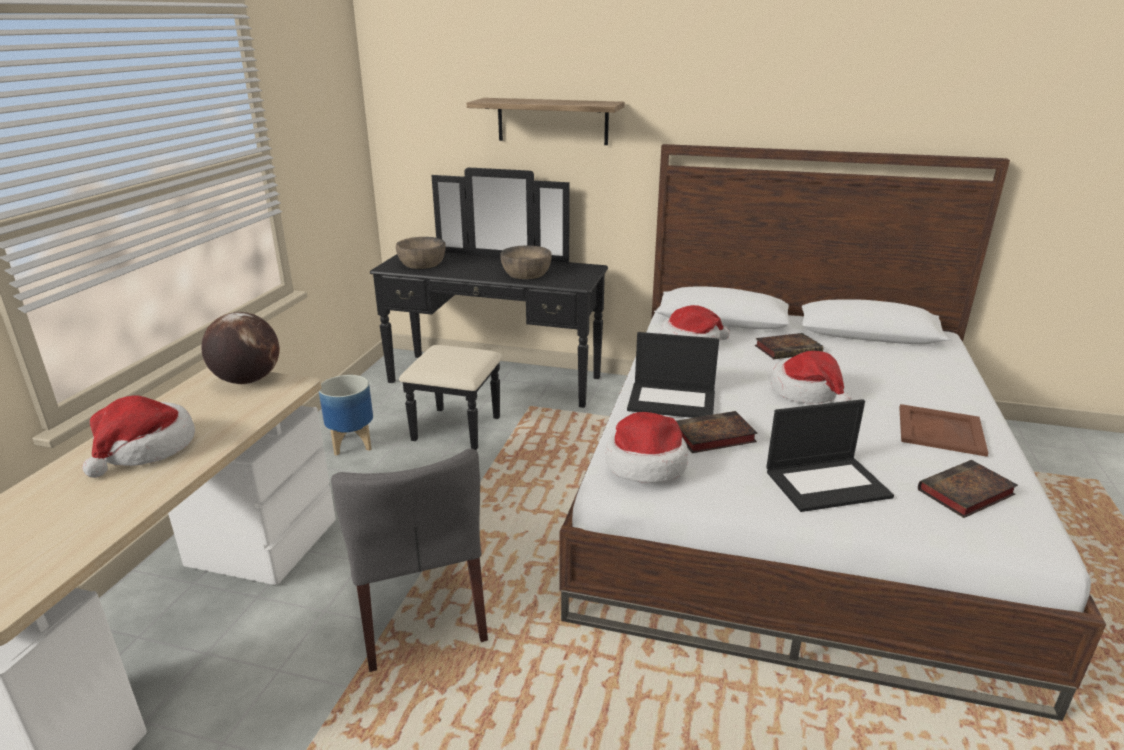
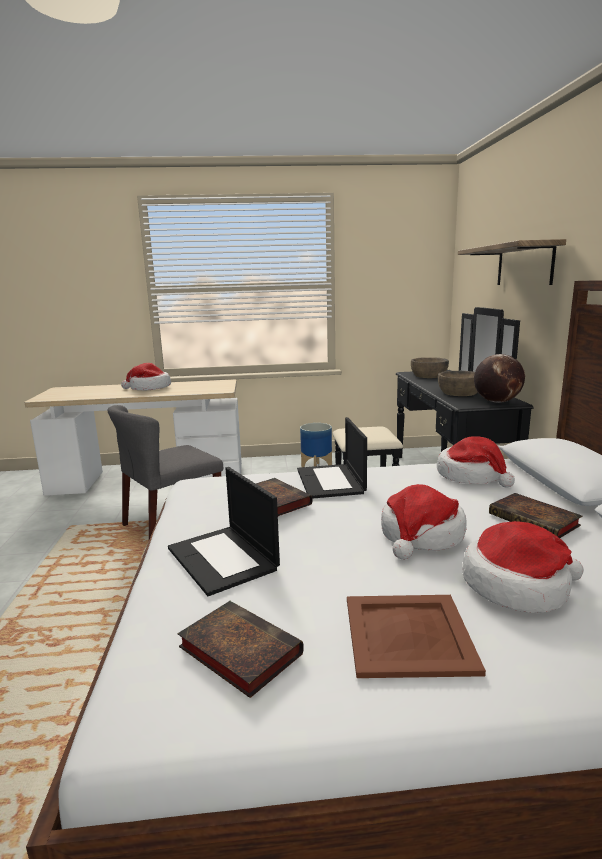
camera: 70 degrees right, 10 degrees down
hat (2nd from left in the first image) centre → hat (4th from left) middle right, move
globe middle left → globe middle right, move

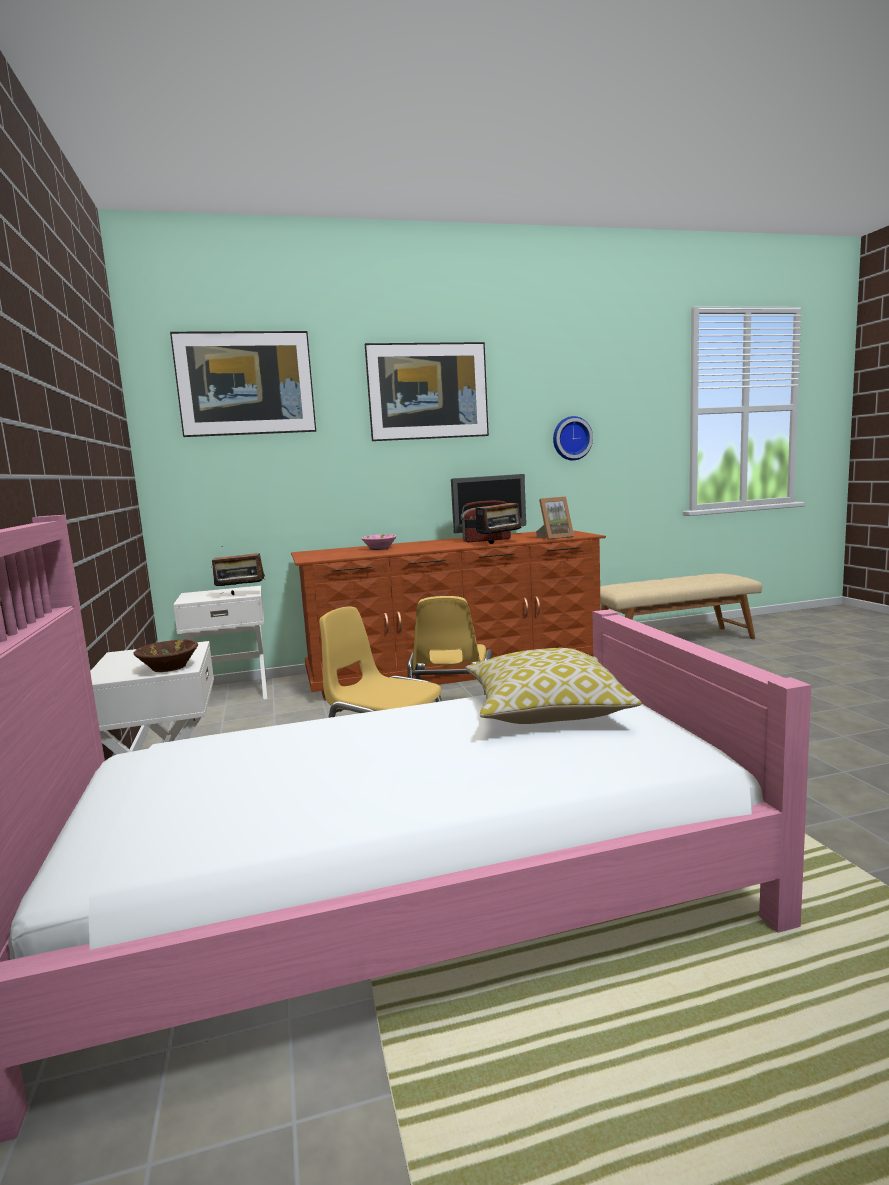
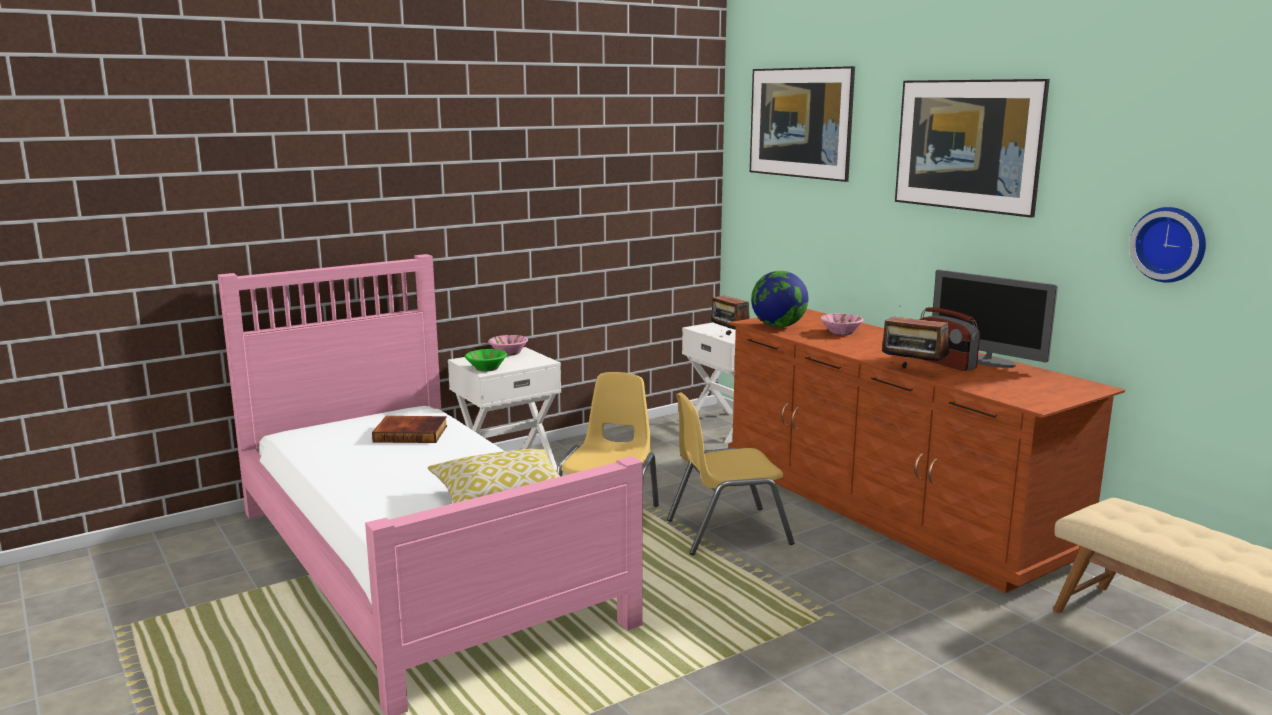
camera: 70 degrees right, 5 degrees up
- → book middle left
brown bowl middle left → green bowl centre
- → pink bowl (1st from left) centre
- → globe centre
picture frame centre → -

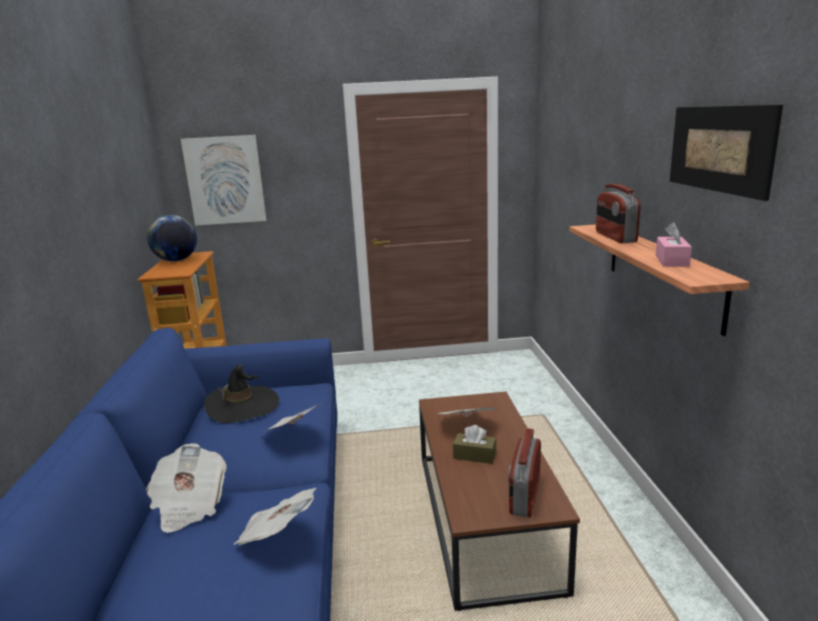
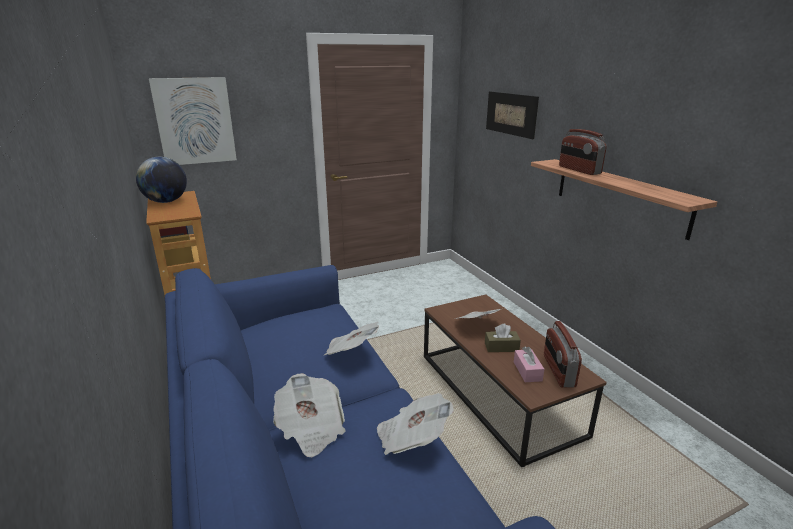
camera: 20 degrees left, 5 degrees up
picture (2nd from left) top right → picture (2nd from left) top centre, move
pink tissue box middle right → pink tissue box bottom right, move
black hat middle left → -

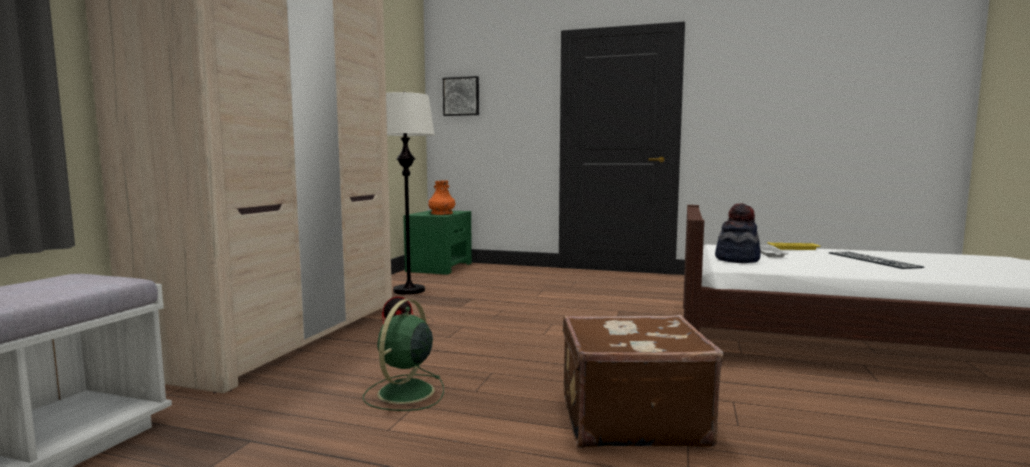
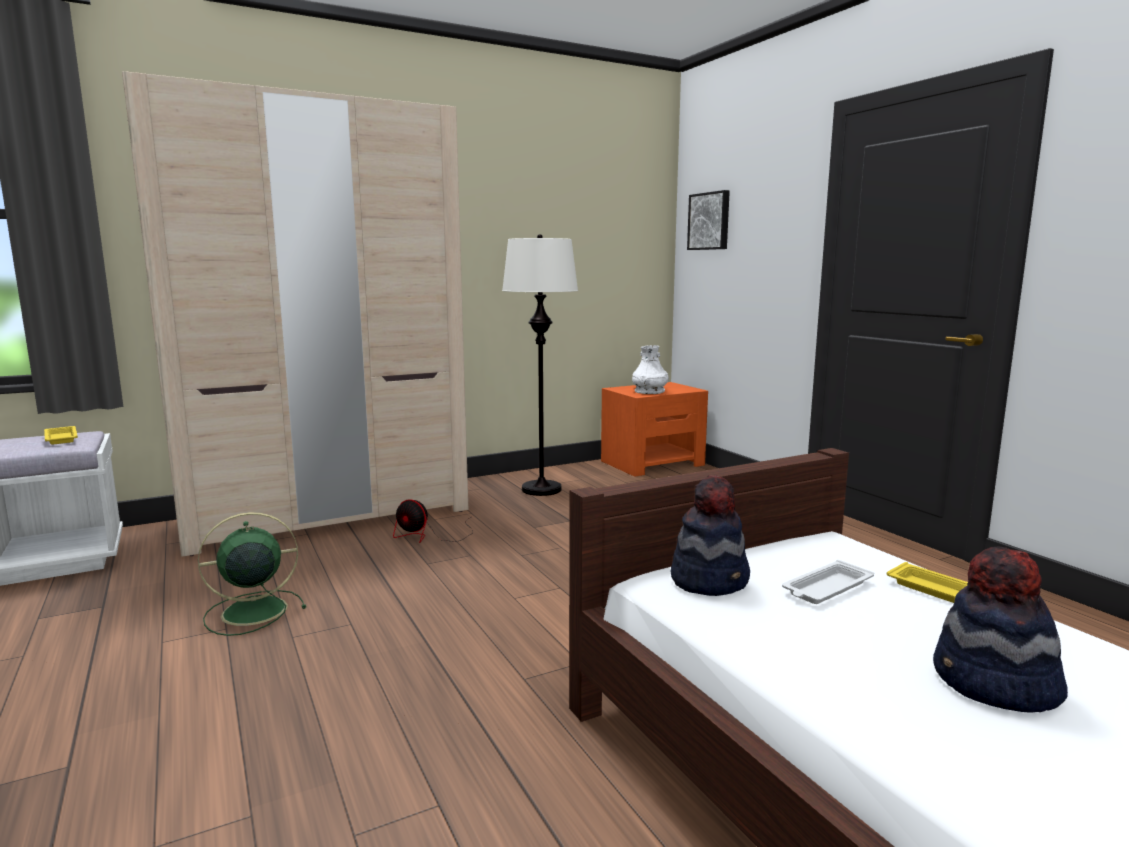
camera: 45 degrees right, 5 degrees up
- → yellow tray (1st from left) middle left
green nightstand centre → orange nightstand centre
orange vase centre → white vase centre
keyboard middle right → hat (2nd from left) bottom right
brown suitcase bottom centre → -

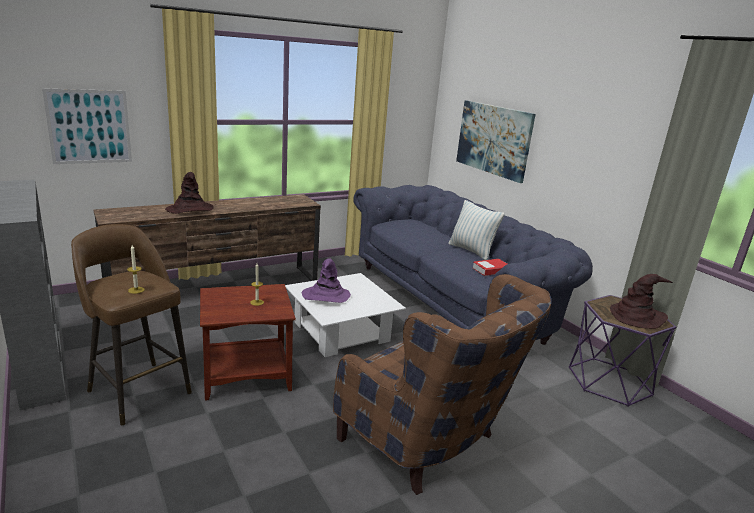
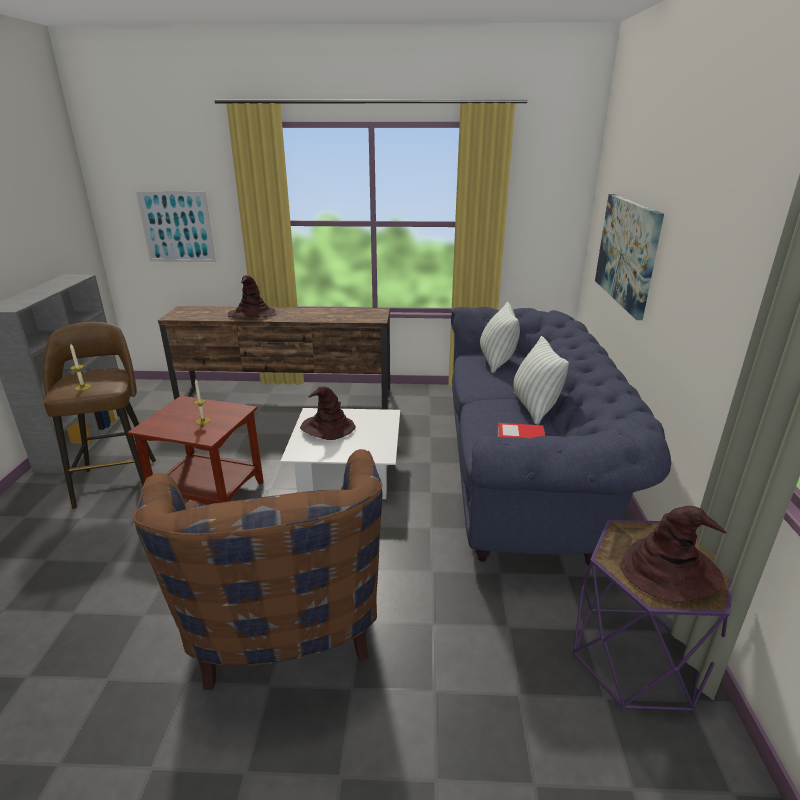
camera: 35 degrees right, 5 degrees up
purple hat centre → brown hat (2nd from left) centre
- → pillow (1st from left) centre

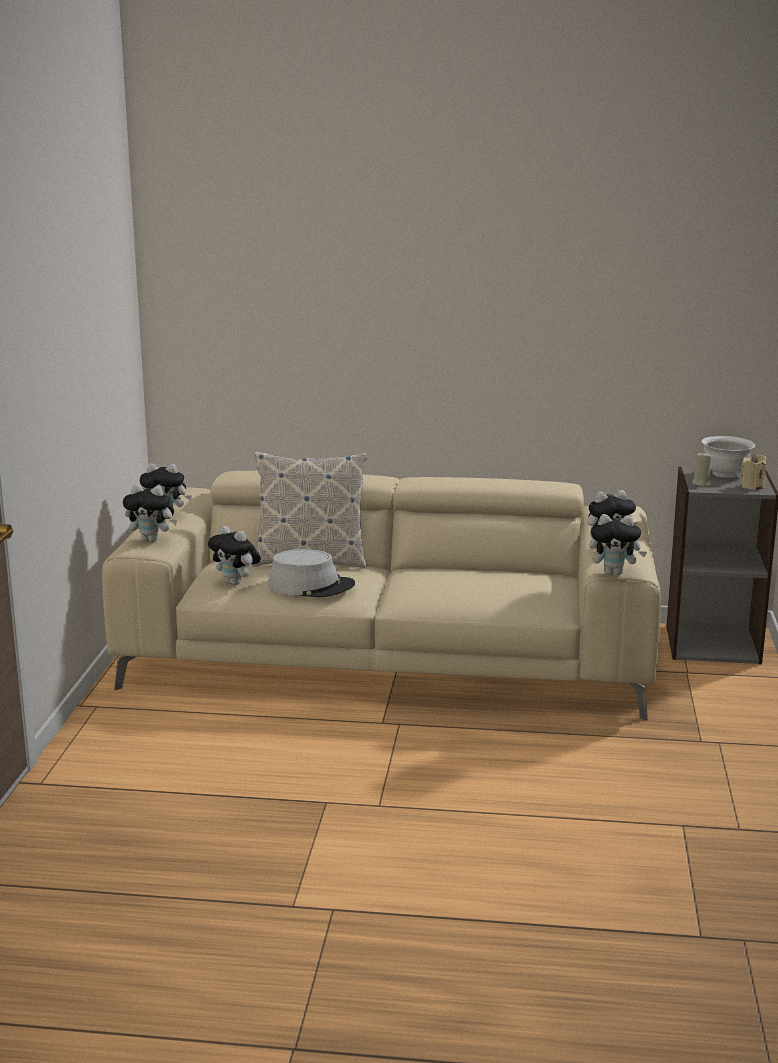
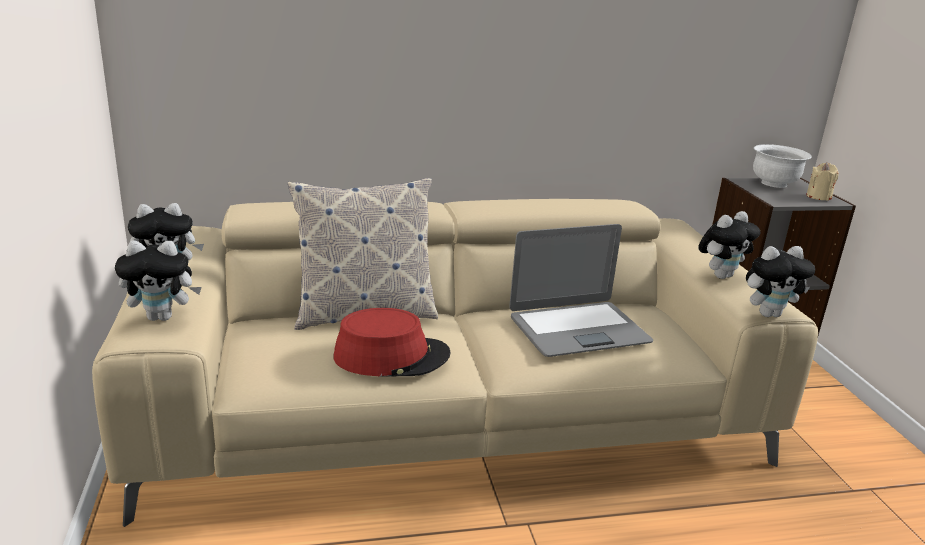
camera: 20 degrees left, 5 degrees up
grey hat centre → red hat centre
- → laptop centre
plush toy (3rd from left) middle left → -
beige candle (1st from left) middle right → -

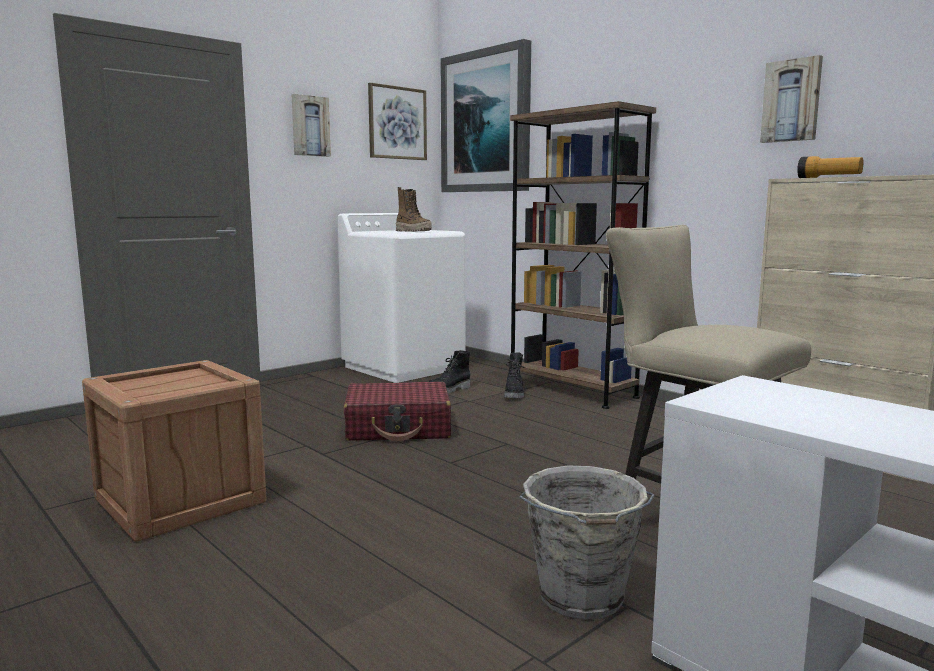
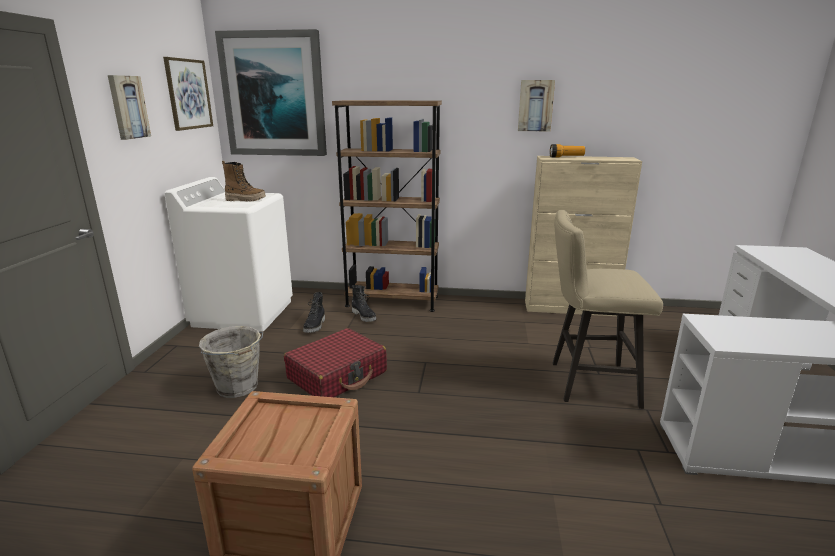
camera: 40 degrees left, 10 degrees up
grey bucket bottom centre → grey bucket middle left, move

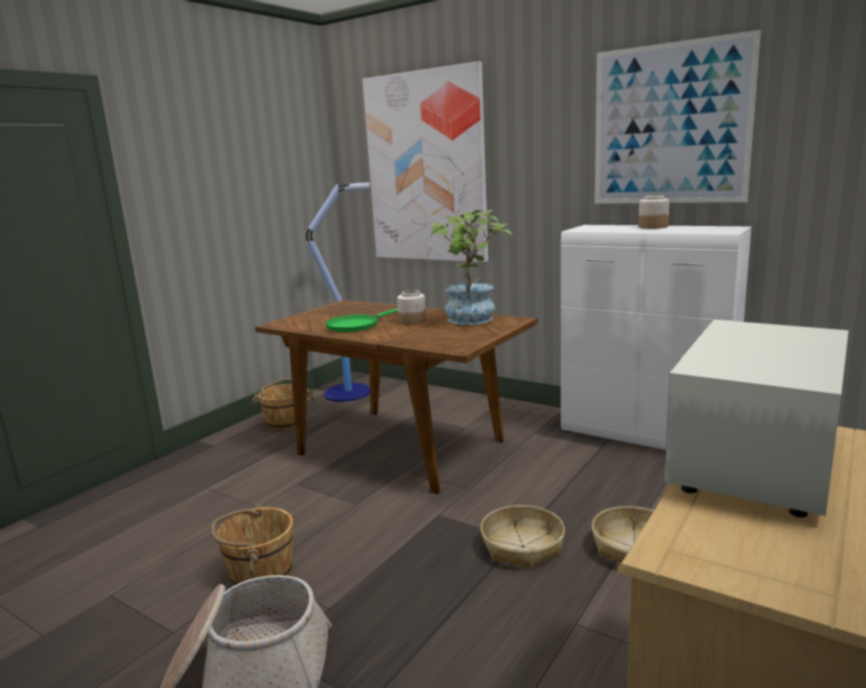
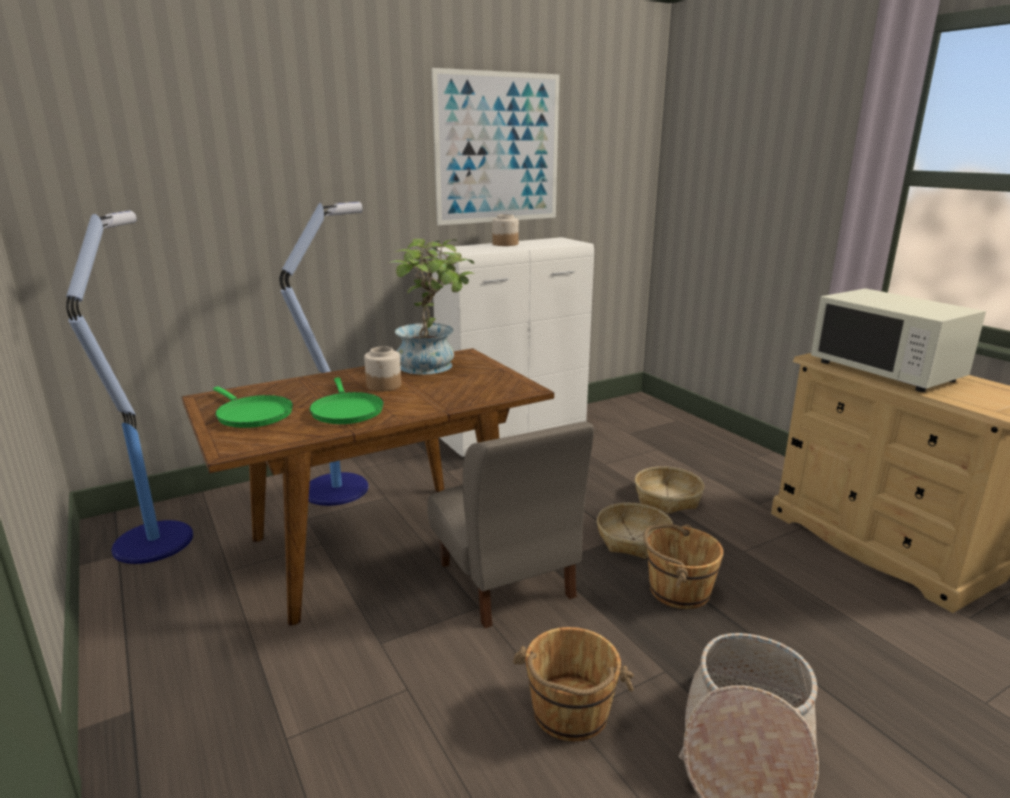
camera: 65 degrees left, 5 degrees up
- → green frying pan (1st from left) middle left
- → floor lamp (2nd from left) middle left
- → grey chair centre
brown bucket (2nd from left) middle left → brown bucket (2nd from left) bottom right, move
picture (1st from left) top centre → -

